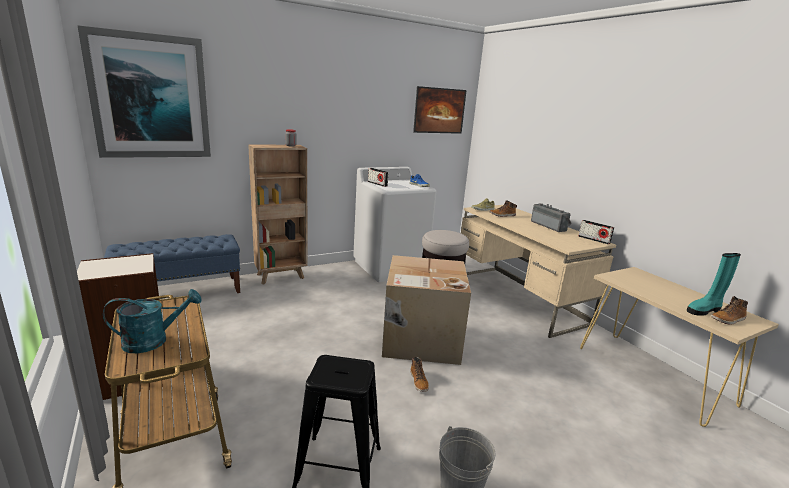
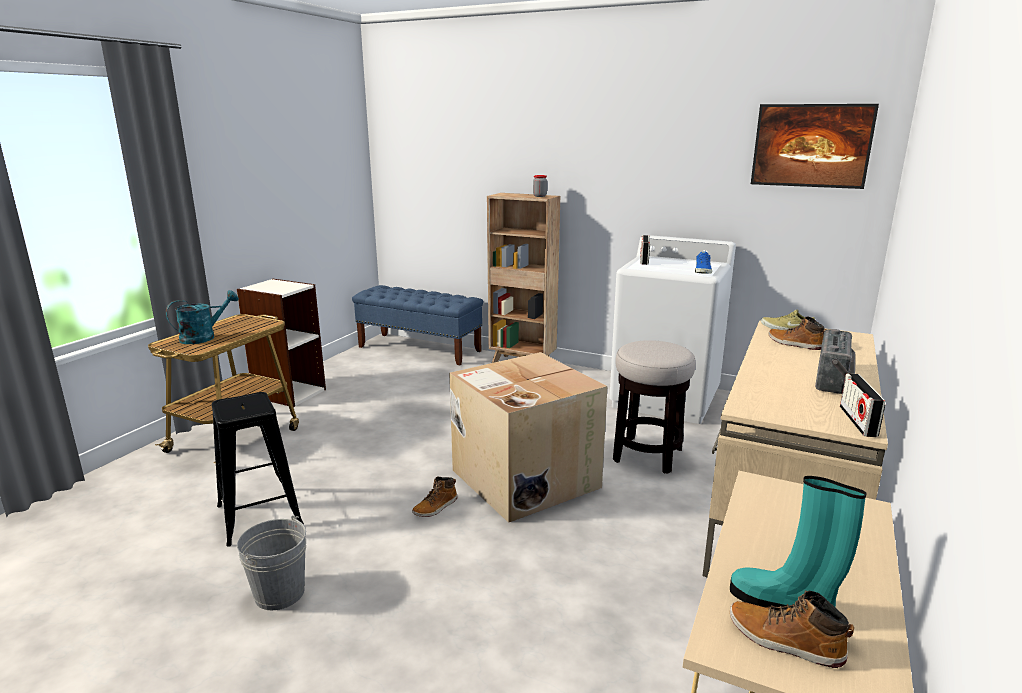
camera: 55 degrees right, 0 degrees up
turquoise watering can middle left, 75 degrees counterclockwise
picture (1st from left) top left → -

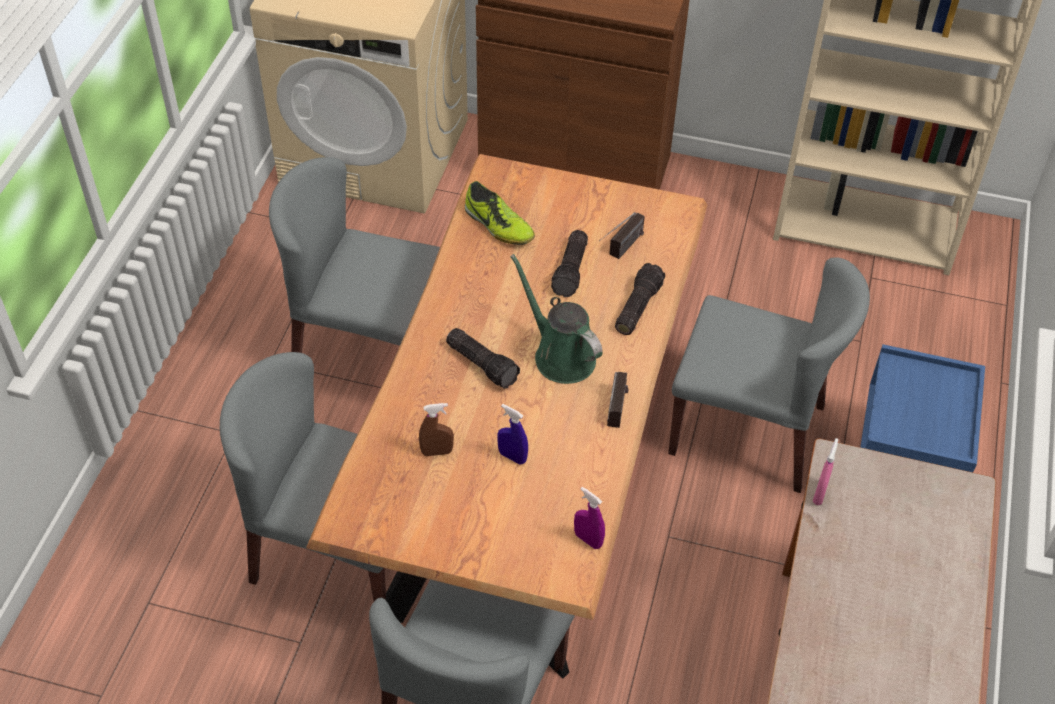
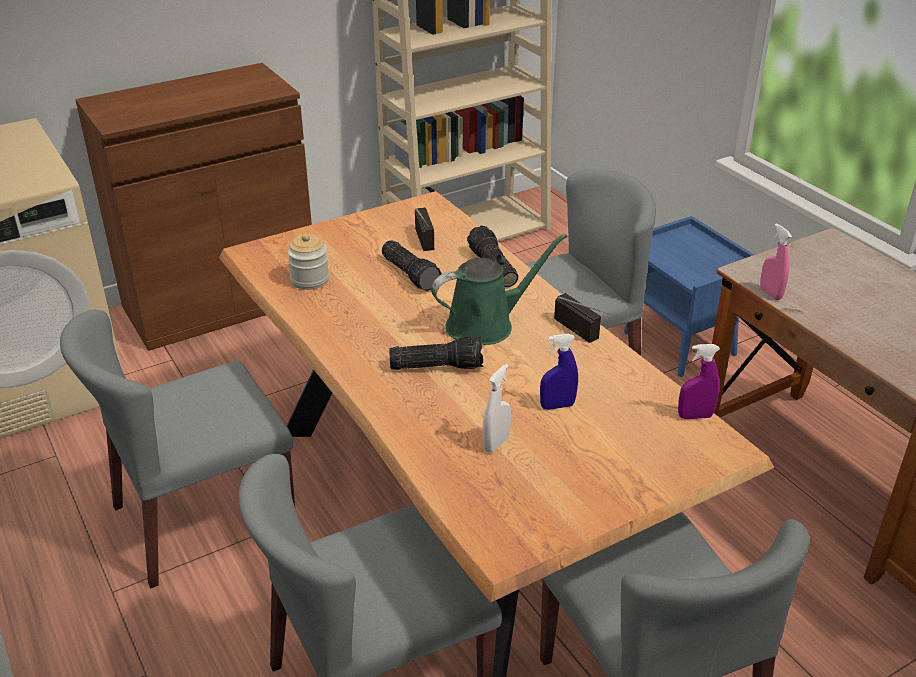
camera: 45 degrees left, 15 degrees down
shoe top centre → jar centre
green watering can centre, 150 degrees clockwise
brown spray bottle centre → white spray bottle centre

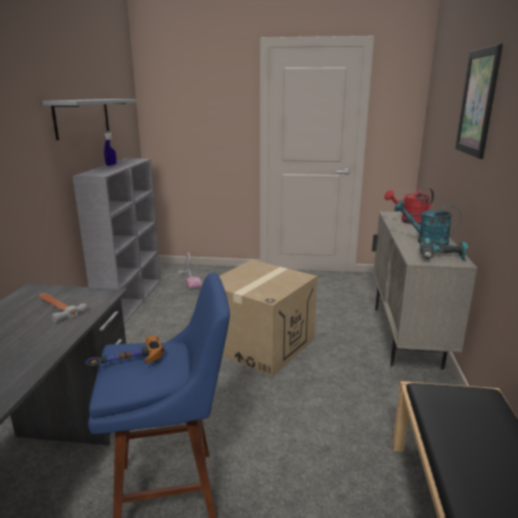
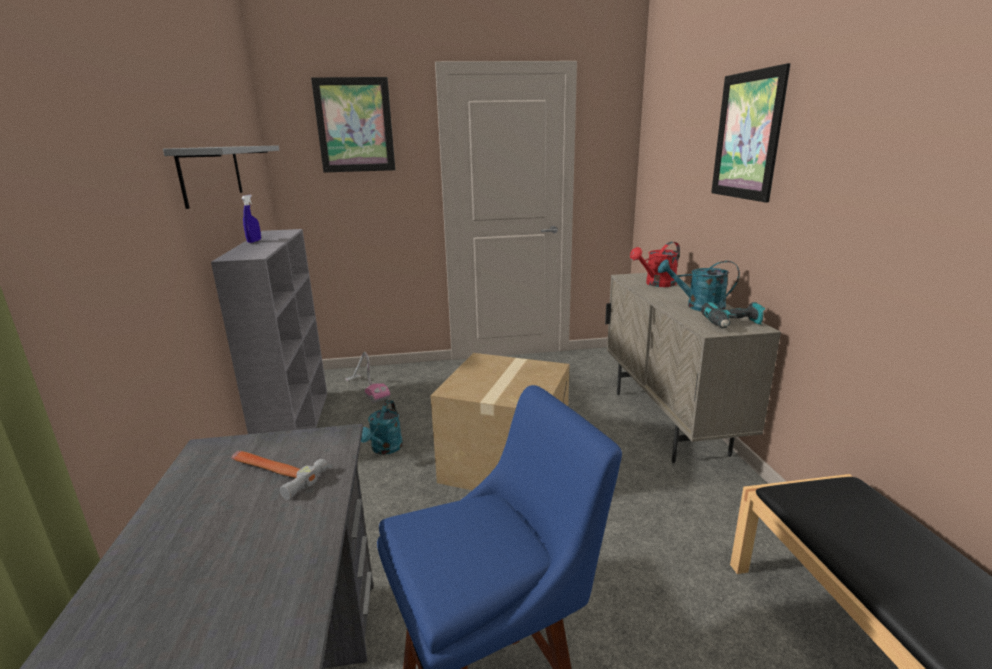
camera: 15 degrees left, 0 degrees up
- → picture (1st from left) top centre
- → turquoise watering can (1st from left) centre
hammer (2nd from left) bottom left → -

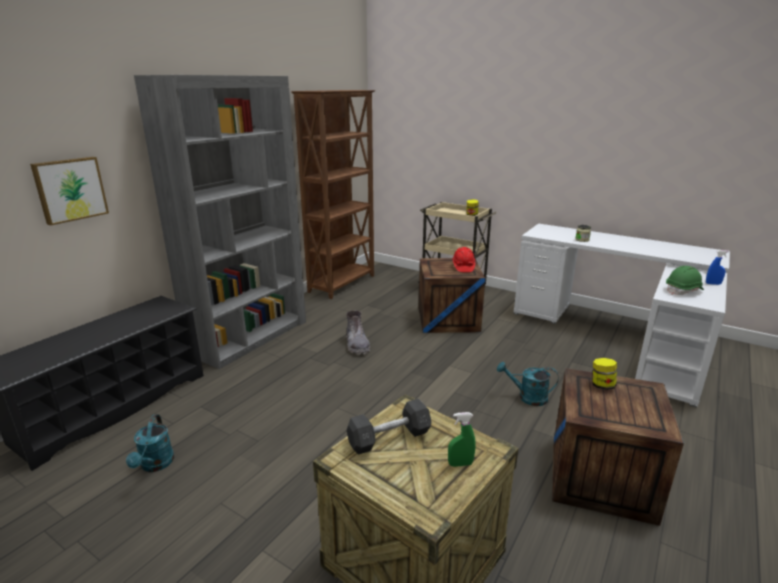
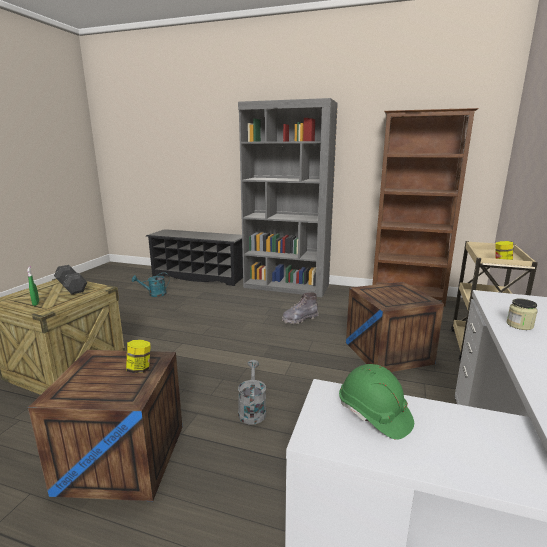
camera: 75 degrees right, 5 degrees down
turquoise watering can (2nd from left) middle right → grey watering can bottom centre
picture top left → -
red hard hat centre → -
blue spray bottle middle right → -

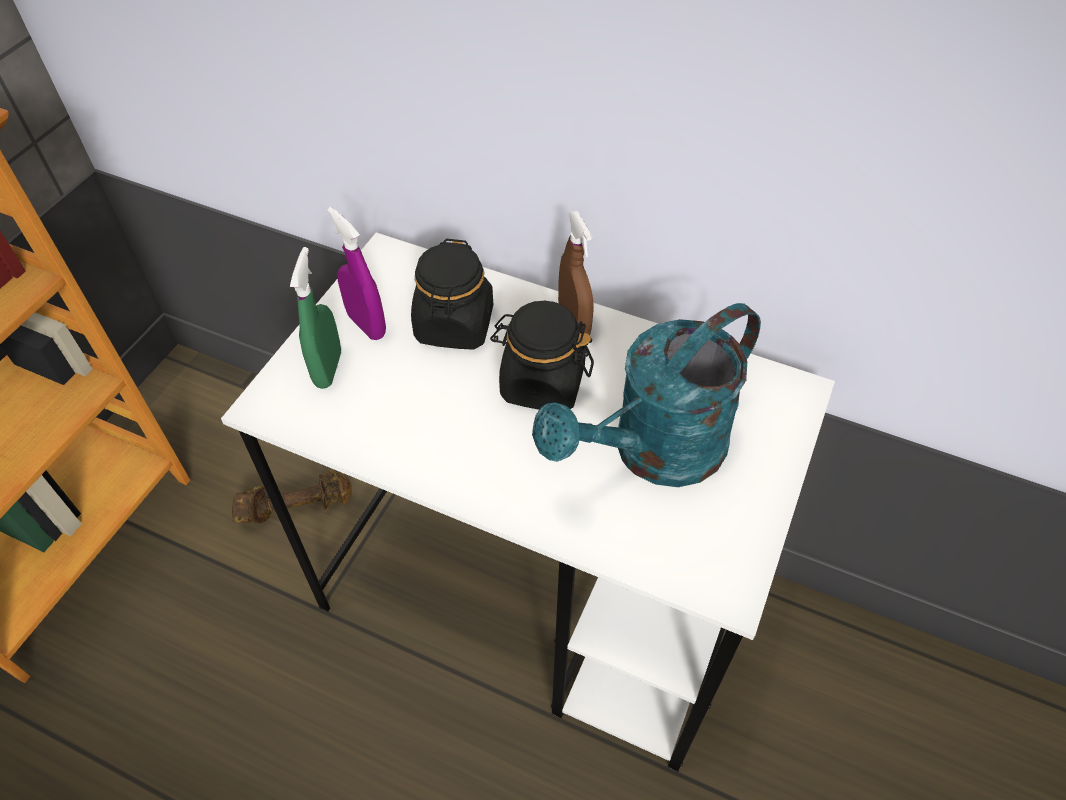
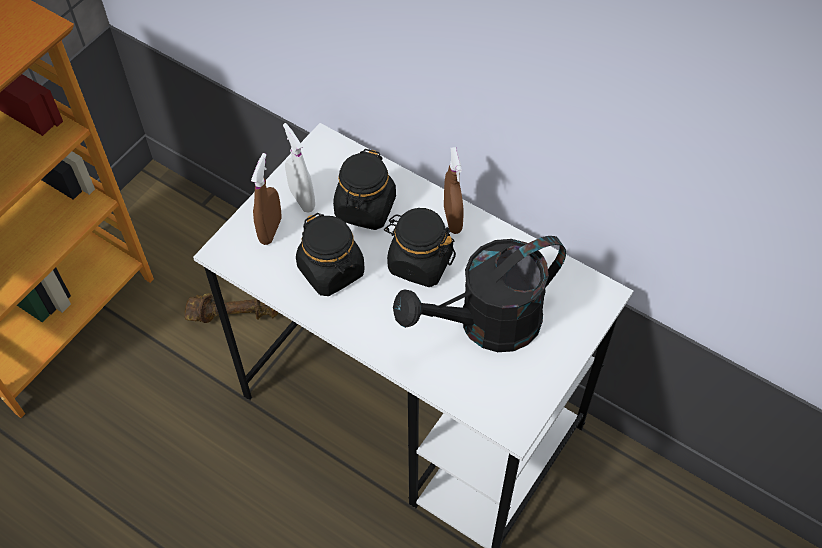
camera: 10 degrees right, 5 degrees up
green spray bottle middle left → brown spray bottle (1st from left) middle left
purple spray bottle centre → white spray bottle top centre
- → black jar (1st from left) centre
turquoise watering can centre → black watering can centre

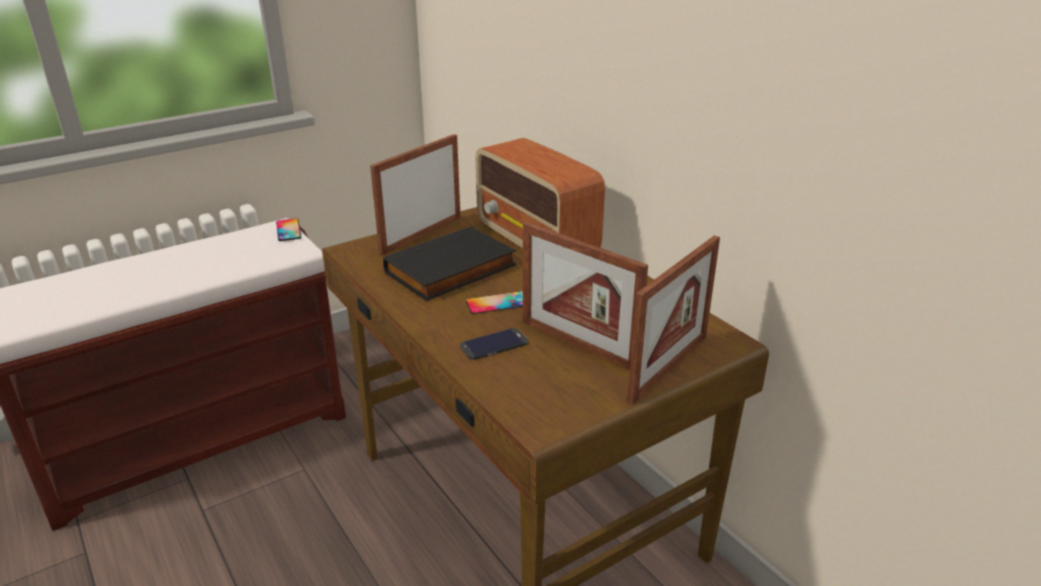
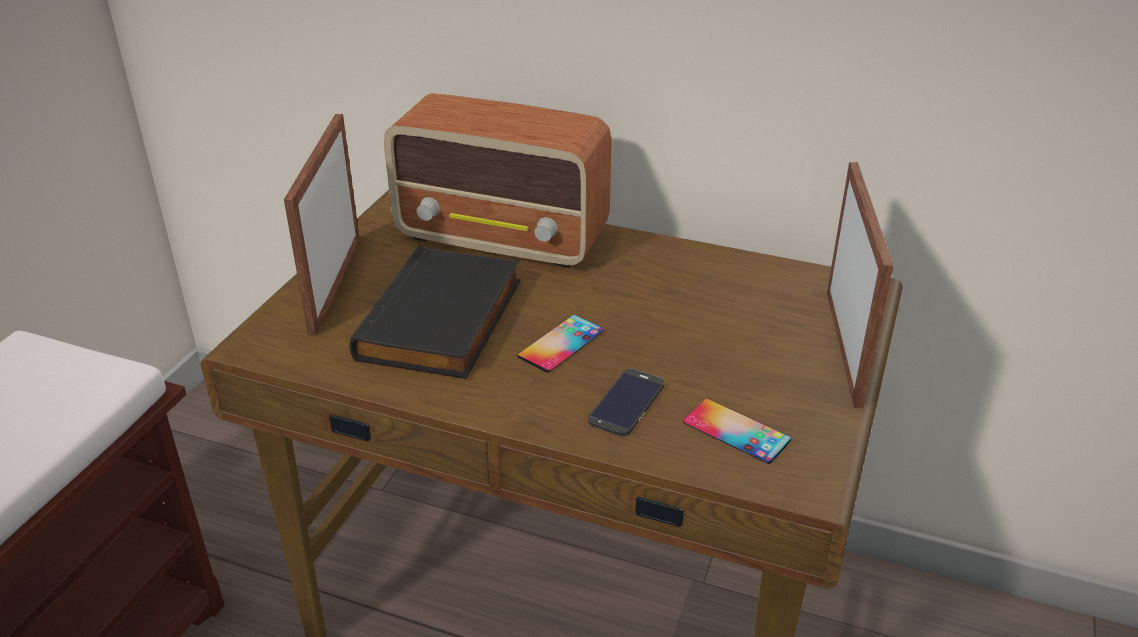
camera: 35 degrees left, 5 degrees up
phone (1st from left in the first image) middle left → phone (3rd from left) bottom centre, move
picture frame (2nd from left) centre → -

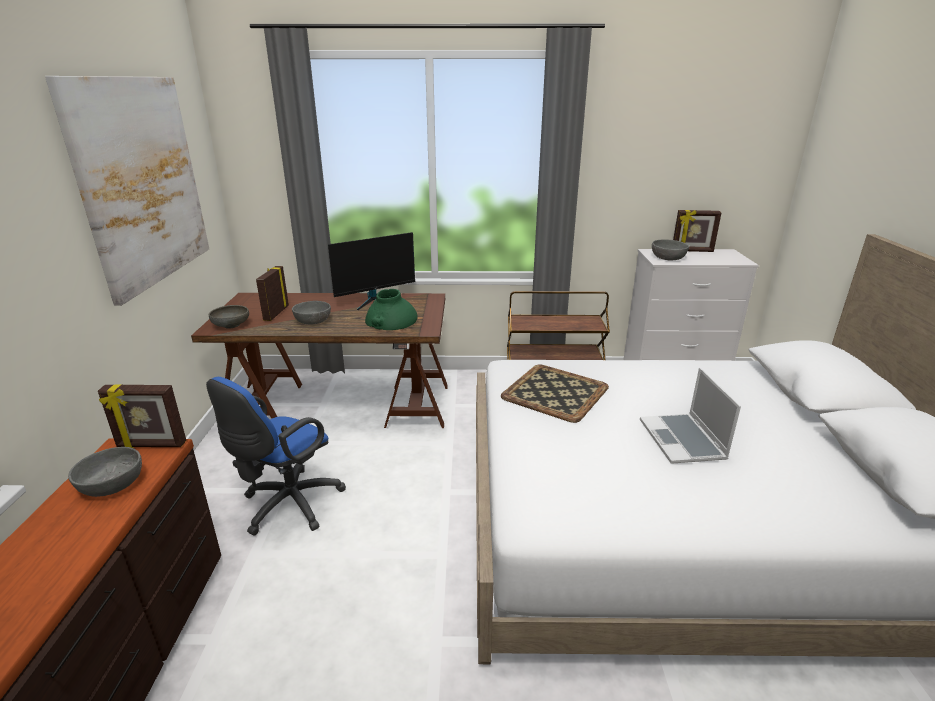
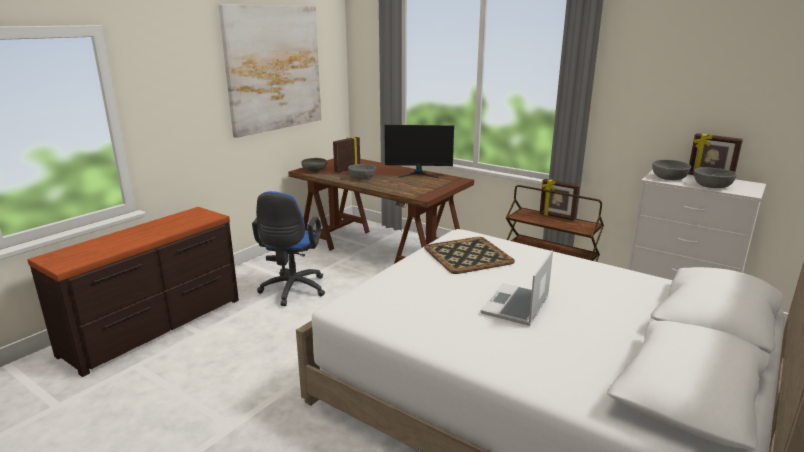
camera: 35 degrees right, 5 degrees down
blue office chair middle left → blue office chair centre, 60 degrees counterclockwise
picture frame (1st from left in the first image) middle left → picture frame (2nd from left) middle right, move
grey bowl (1st from left in the first image) bottom left → grey bowl (4th from left) middle right, move
green vase centre → -

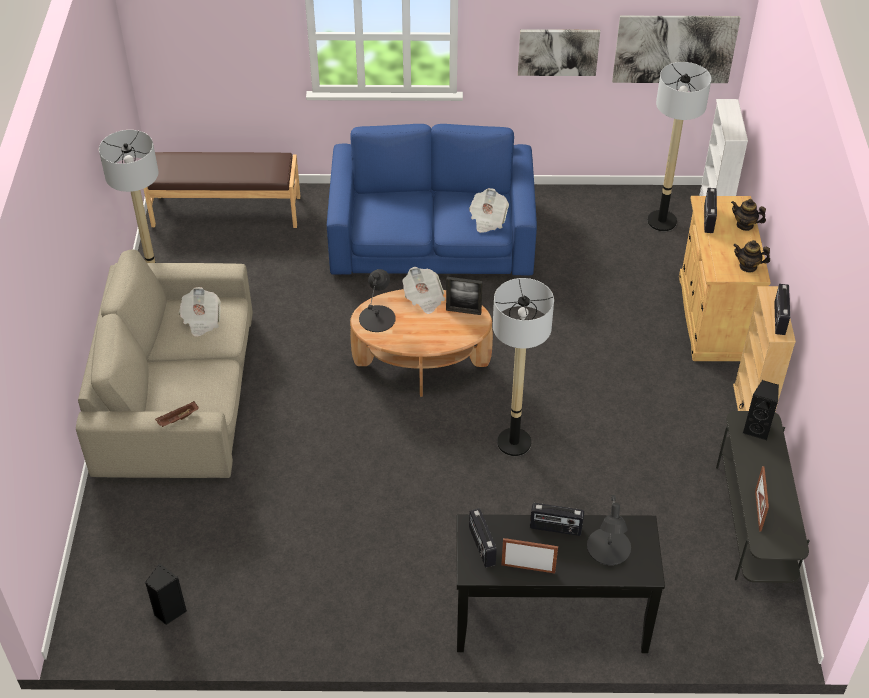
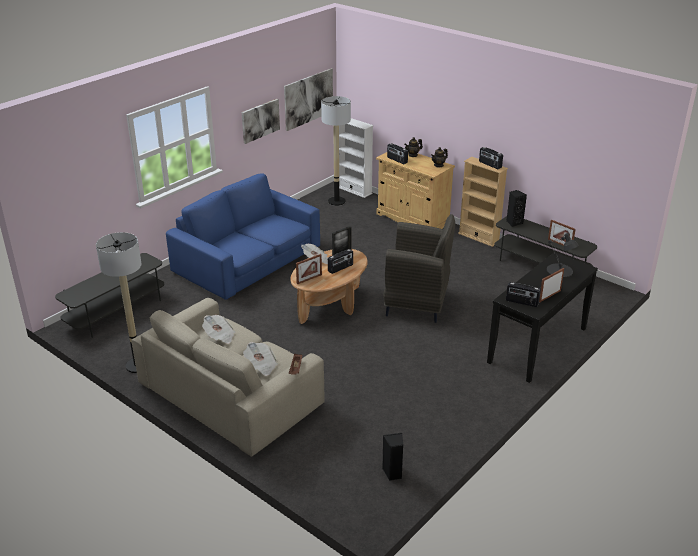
camera: 50 degrees left, 15 degrees down
brown bench top left → grey tv stand (1st from left) middle left
newspaper (3rd from left in the first image) top centre → newspaper (2nd from left) centre, move
black table lamp (1st from left) centre → picture frame (1st from left) centre
radio (2nd from left in the first image) bottom centre → radio (1st from left) centre, move
floor lamp (2nd from left) centre → grey armchair centre

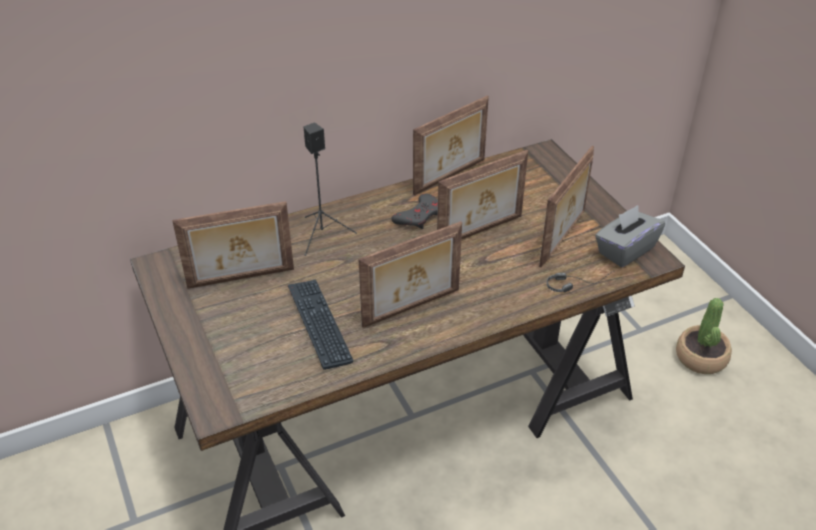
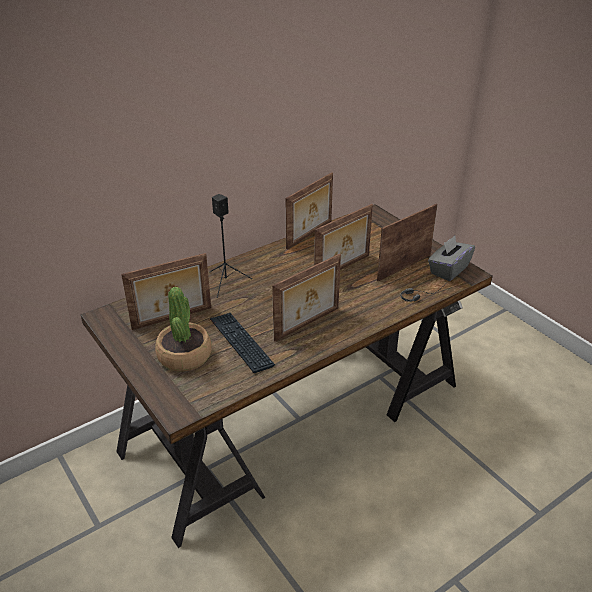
camera: 10 degrees left, 5 degrees down
potted plant middle right → potted plant middle left, move
picture frame (5th from left) middle right, 150 degrees counterclockwise
grey game controller centre → -

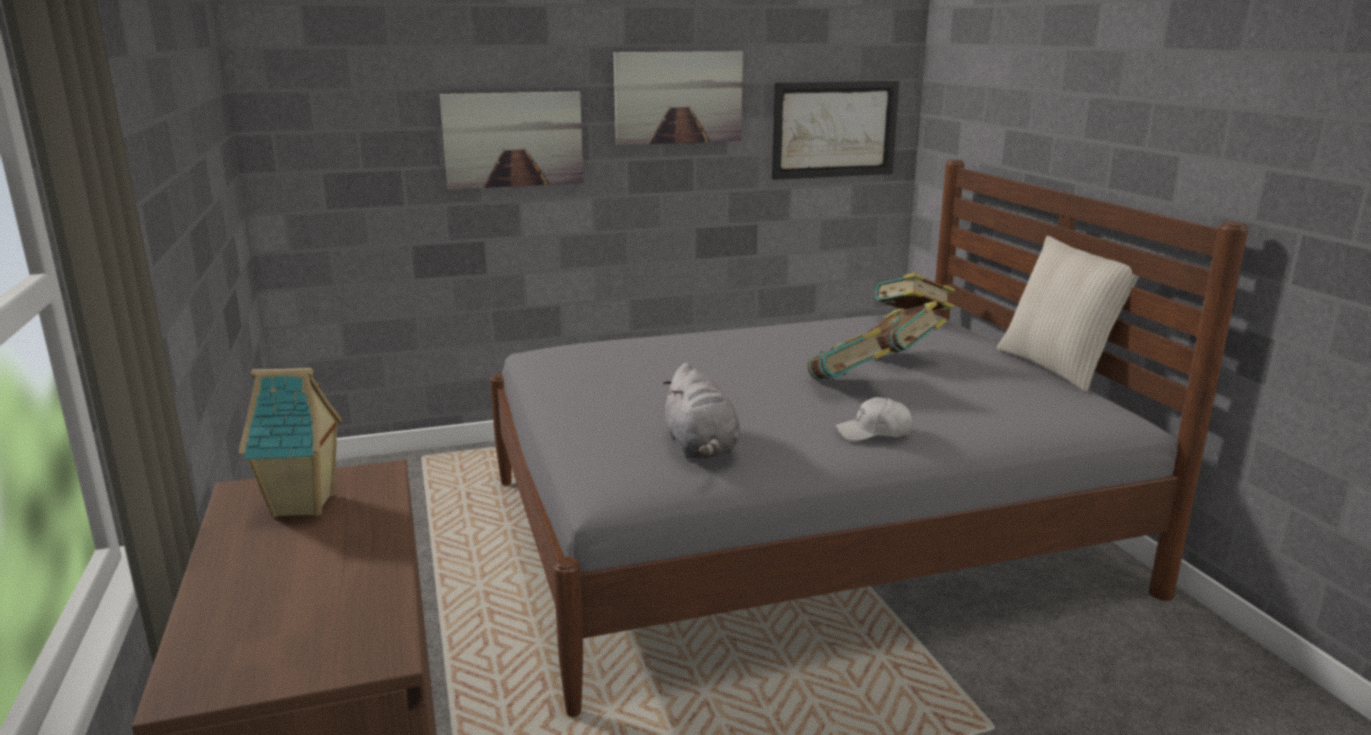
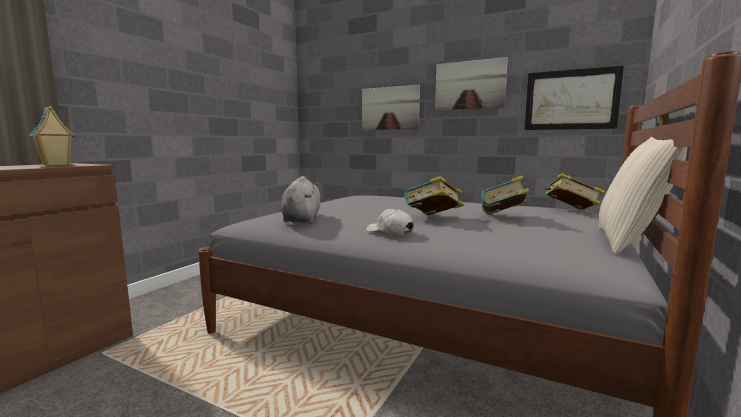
camera: 45 degrees right, 10 degrees down
grey plush toy centre, 150 degrees clockwise

